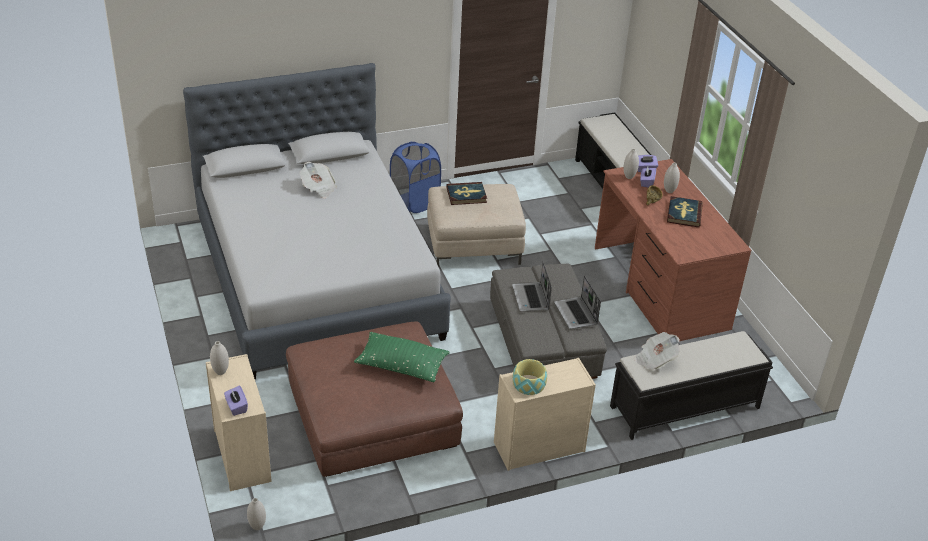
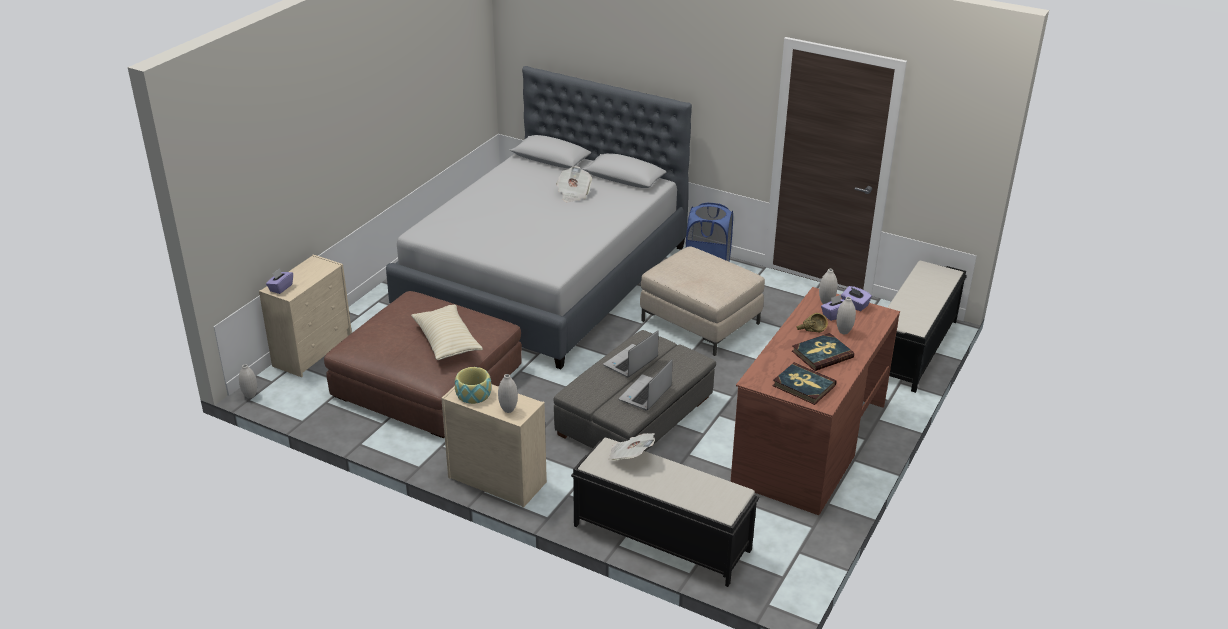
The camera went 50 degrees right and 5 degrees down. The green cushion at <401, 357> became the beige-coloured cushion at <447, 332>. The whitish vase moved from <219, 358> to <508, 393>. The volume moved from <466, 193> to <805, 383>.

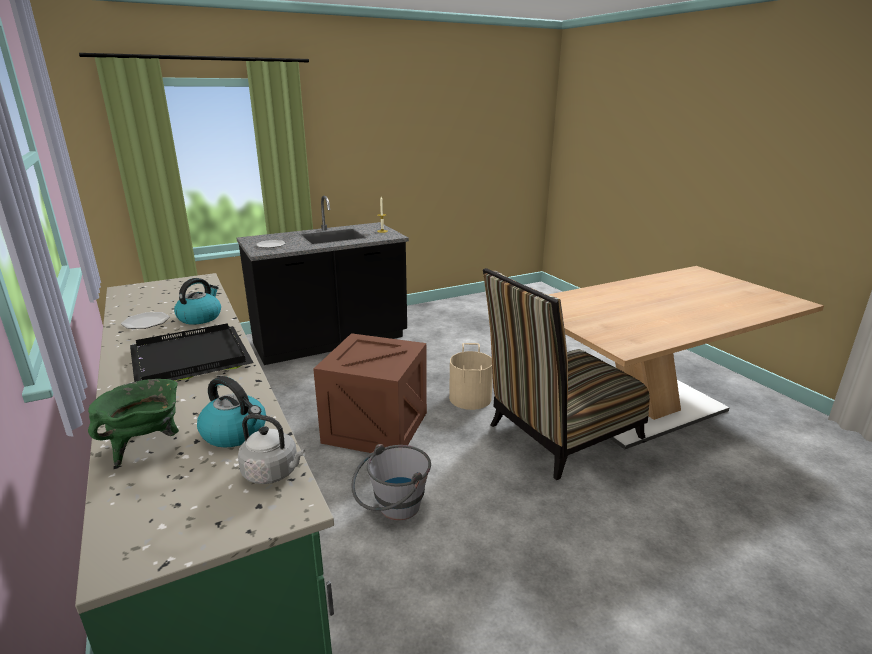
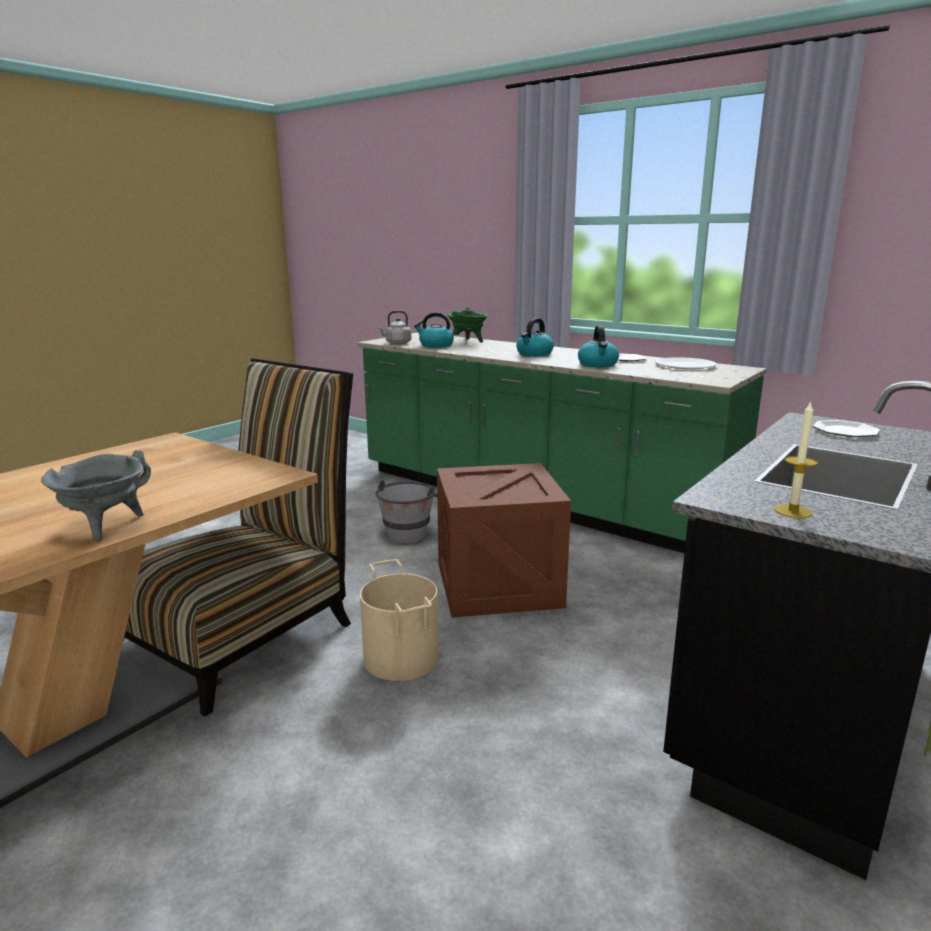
The camera went 155 degrees right and 5 degrees down. The greyish cooking pot at <96, 495> appeared. The black-coloured tray at <192, 352> was replaced by the water kettle at <535, 337>. The whitish dinner plate at <685, 363> appeared.

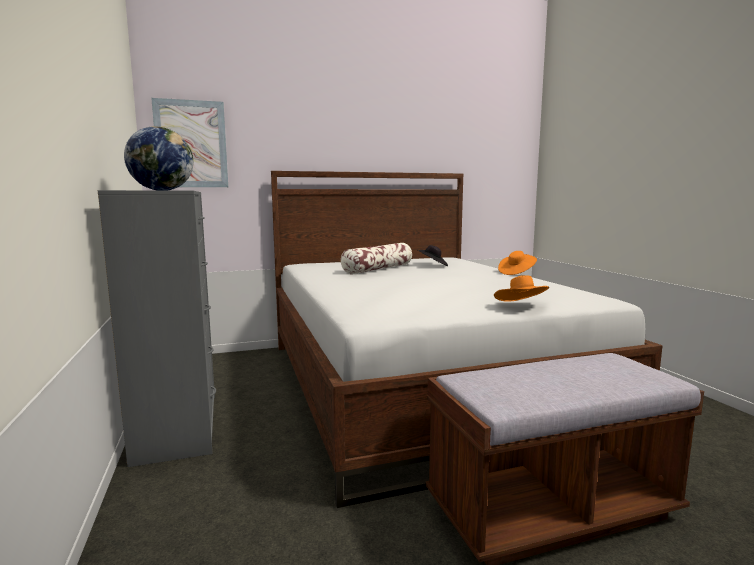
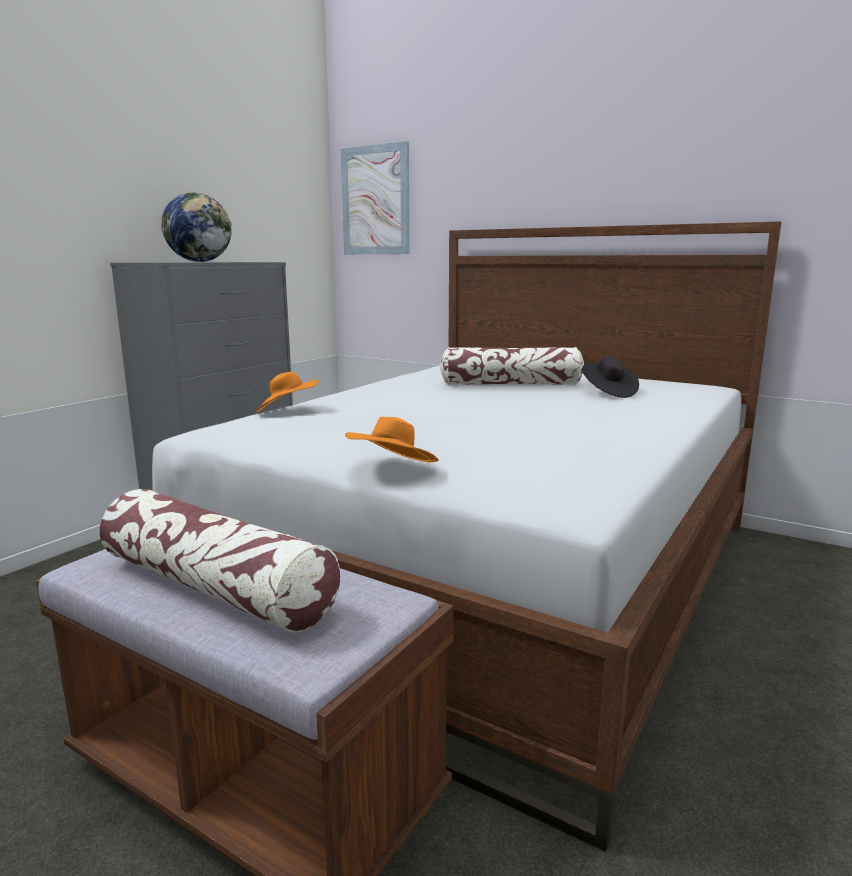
The camera went 50 degrees right and 5 degrees up. The cushion at <220, 561> appeared. The orange-coloured clothing hat moved from <517, 263> to <287, 392>.

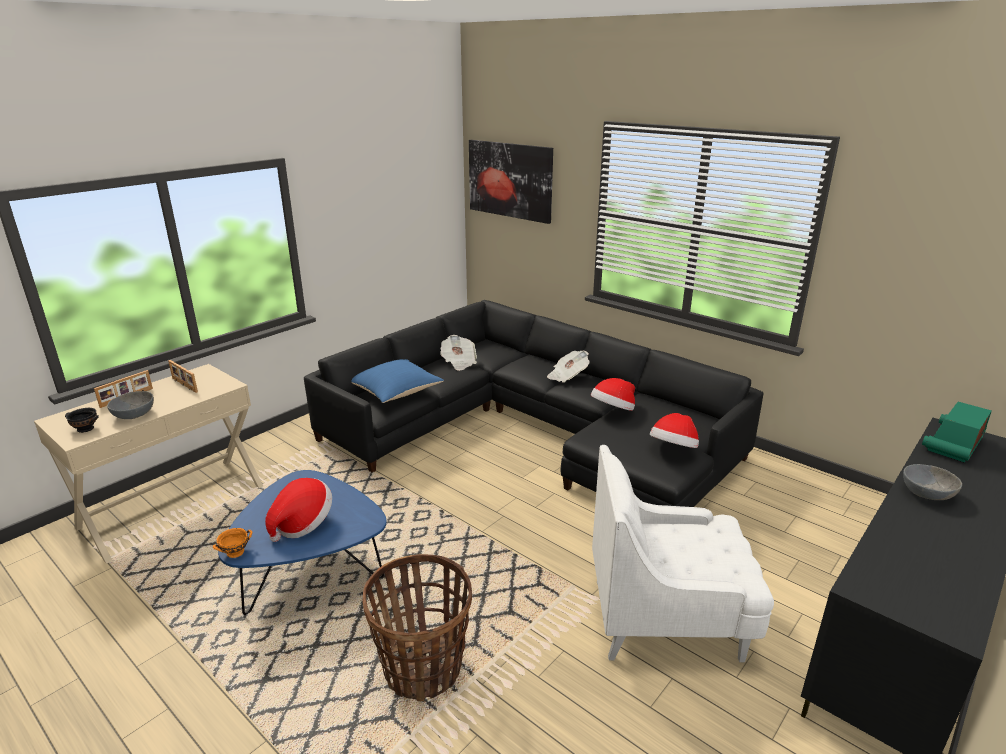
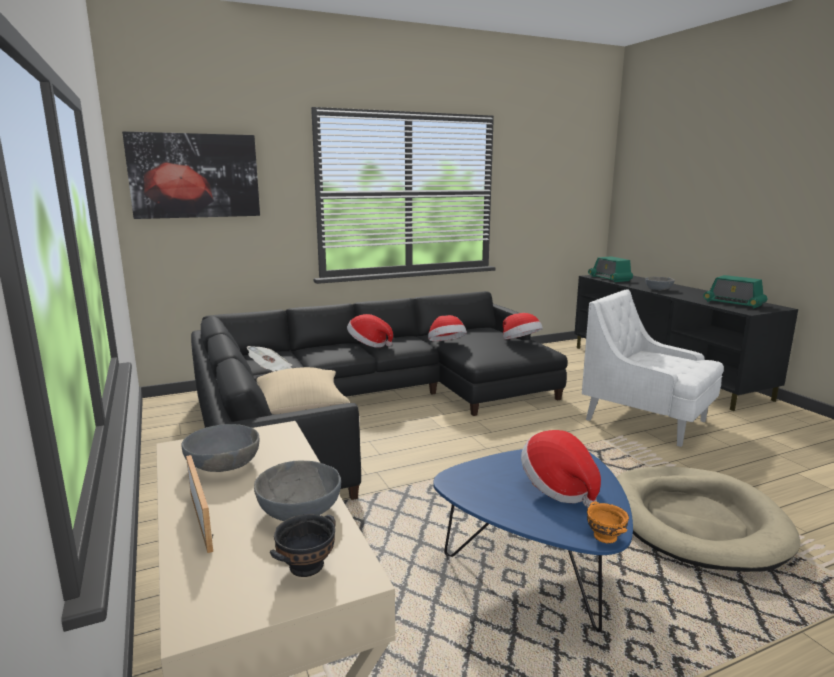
The camera went 65 degrees left and 10 degrees down. The standing frame at <183, 376> was replaced by the greyish serving bowl at <220, 448>. The blue-coloured cushion at <397, 381> became the beige-coloured cushion at <303, 390>. The daily paper at <568, 367> was replaced by the clothing hat at <370, 331>. The whitish armchair at <683, 553> turned 105 degrees clockwise. The household basket at <417, 627> was replaced by the beige-coloured pet bed at <708, 519>. The radio at <735, 292> appeared.

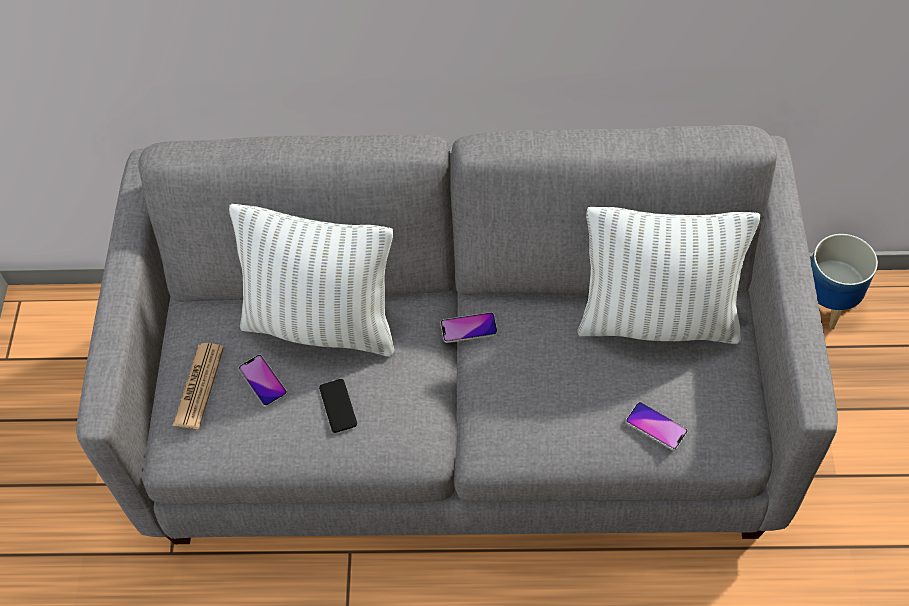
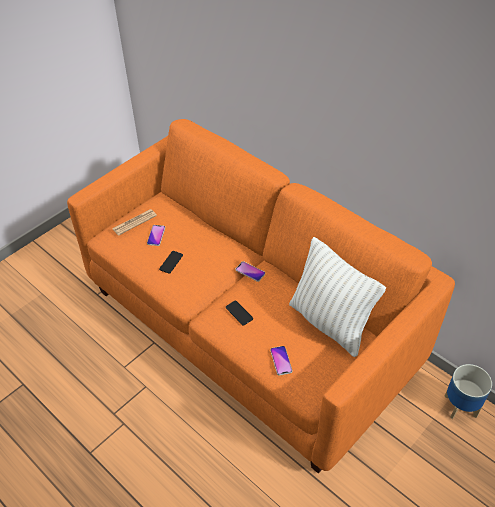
The camera went 40 degrees right and 10 degrees down. The greyish couch at <457, 334> became the orange-coloured couch at <261, 296>. The phone at <239, 313> appeared. The whitish cushion at <312, 280> disappeared.

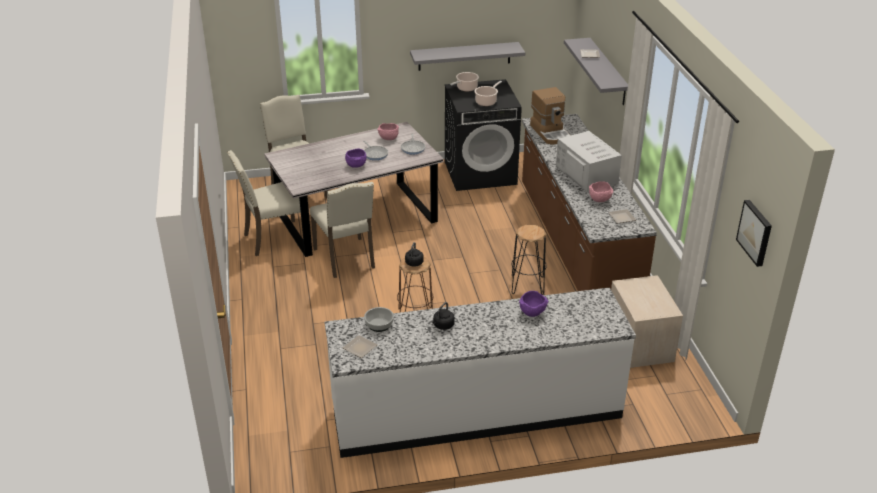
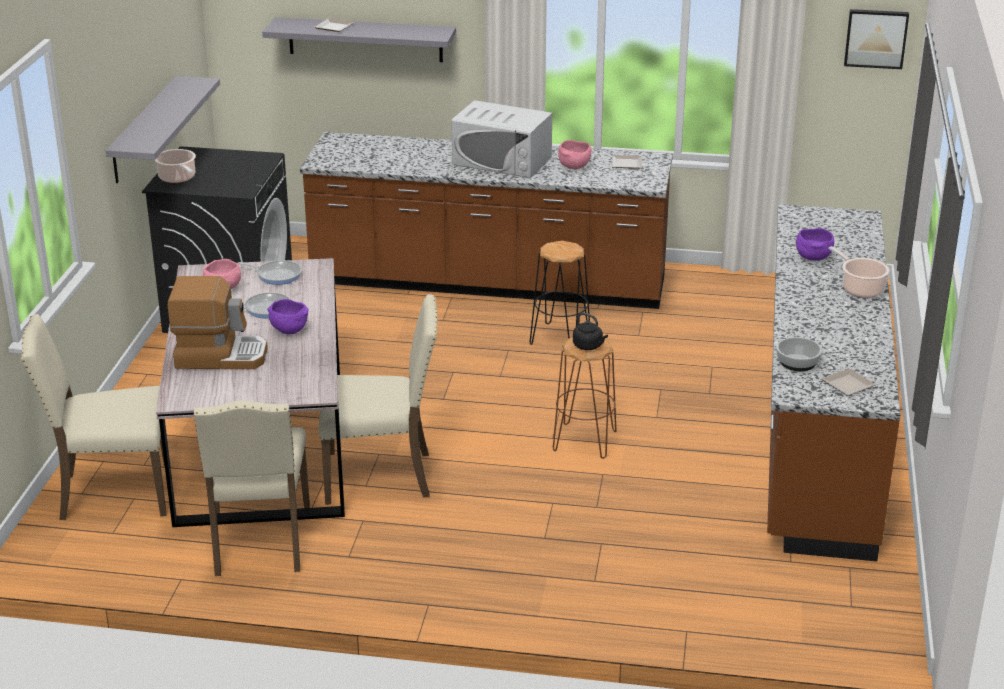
The camera went 70 degrees left and 5 degrees down. The coffee machine moved from <550, 116> to <218, 322>. The whitish microwave at <589, 161> turned 150 degrees counterclockwise. The whitish kitchen counter at <480, 373> became the brown-coloured kitchen counter at <834, 382>. The cooking pot moved from <488, 93> to <859, 272>. The black-coloured water kettle at <443, 316> disappeared. The beige-coloured nightstand at <647, 321> disappeared.

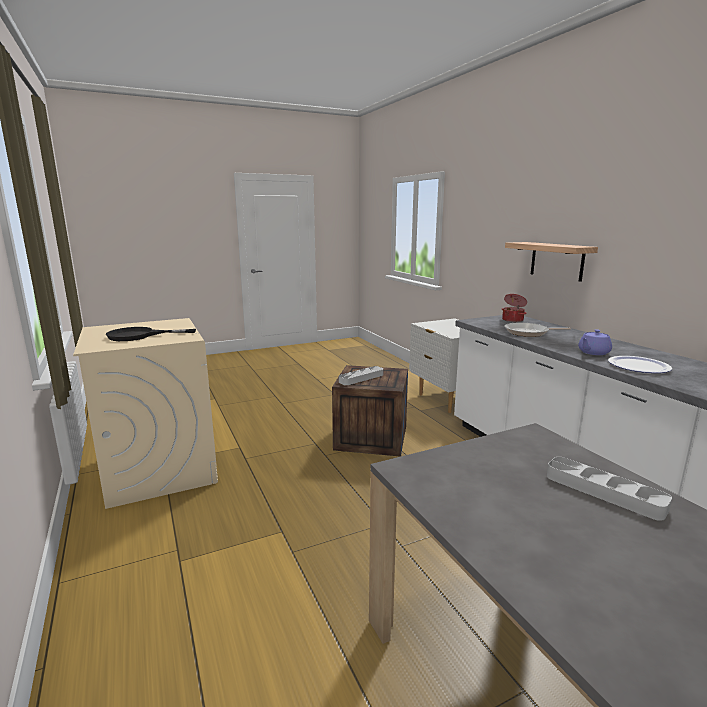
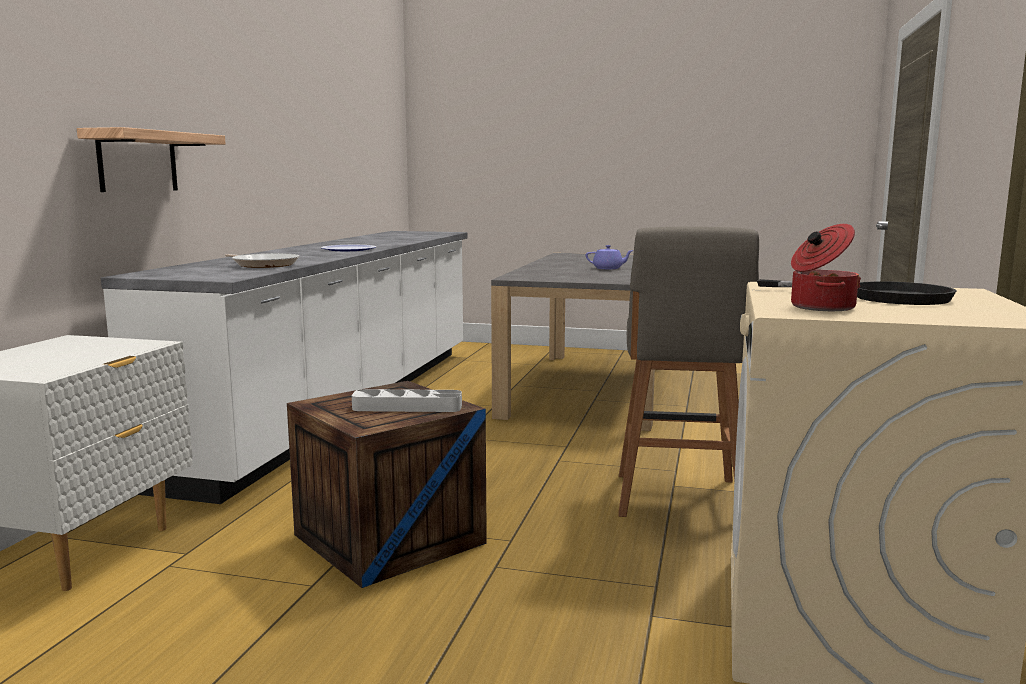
The camera went 140 degrees left and 5 degrees down. The purplish tea pot moved from <595, 342> to <610, 257>. The greyish sitting stool at <688, 372> appeared. The cooking pot moved from <514, 308> to <826, 267>. The greyish tray at <609, 489> disappeared.

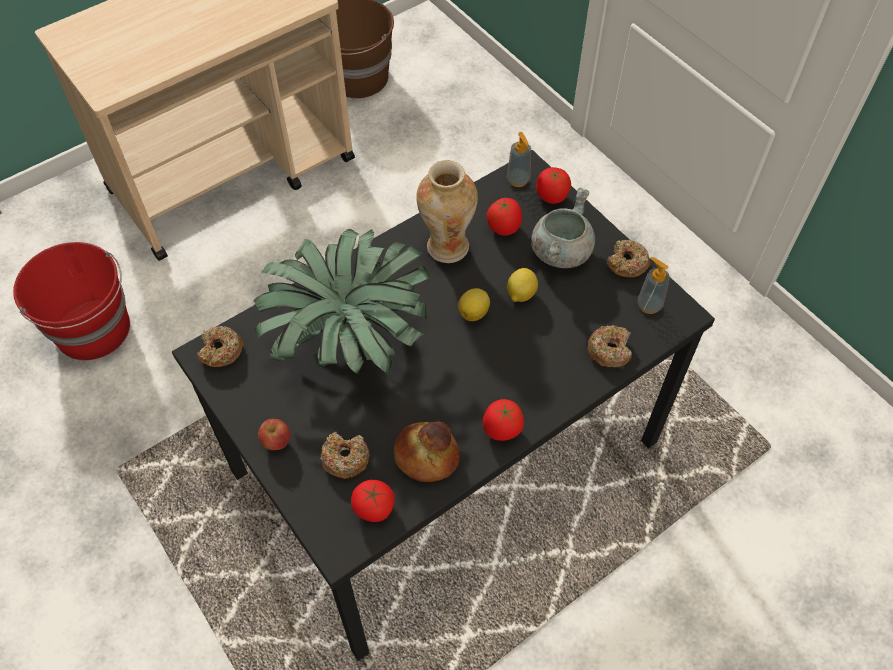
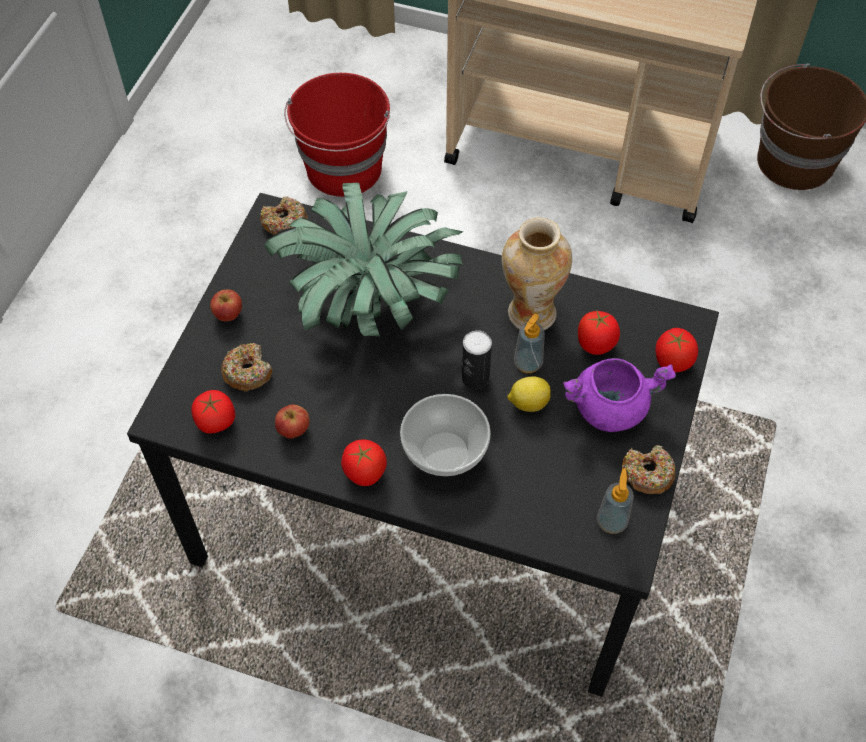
The camera went 55 degrees right and 0 degrees up. The bakery bread at <427, 451> was replaced by the apple at <292, 422>. The serving bowl at <445, 435> appeared. The citrus fruit at <474, 304> was replaced by the can at <476, 359>. The soap dispenser moved from <519, 159> to <529, 343>. The greyish cooking pot at <563, 227> became the purplish cooking pot at <619, 395>. The donut at <610, 346> disappeared.

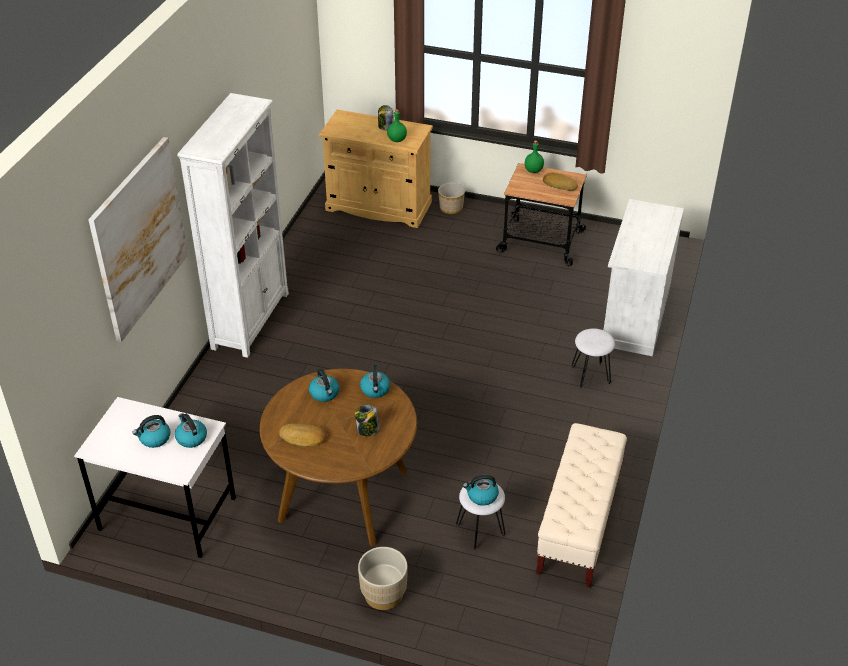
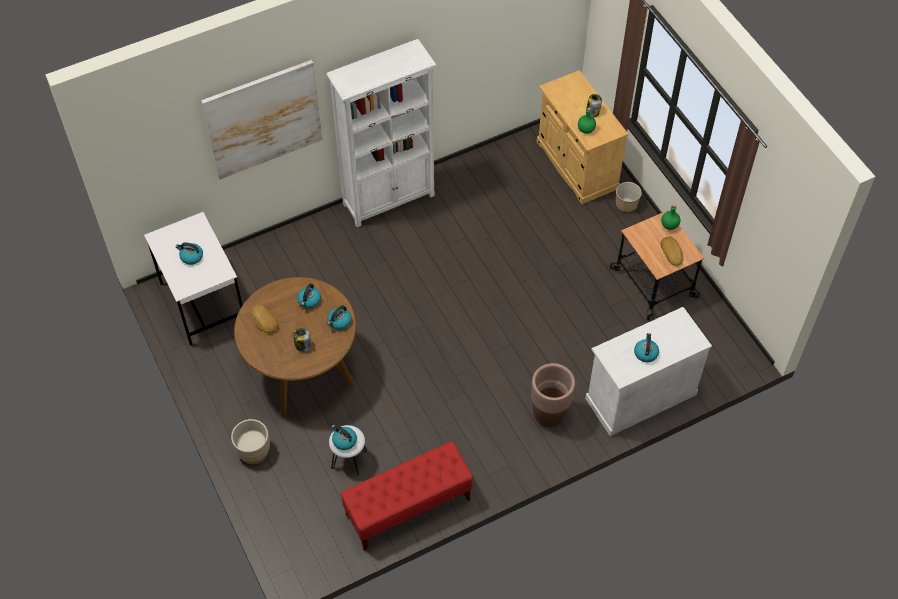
The camera went 45 degrees right and 15 degrees up. The beige-coloured indoor bench at <581, 505> became the reddish indoor bench at <406, 495>. The whitish sitting stool at <593, 358> was replaced by the brown-coloured flower pot at <553, 395>. The water kettle moved from <191, 430> to <646, 347>.

